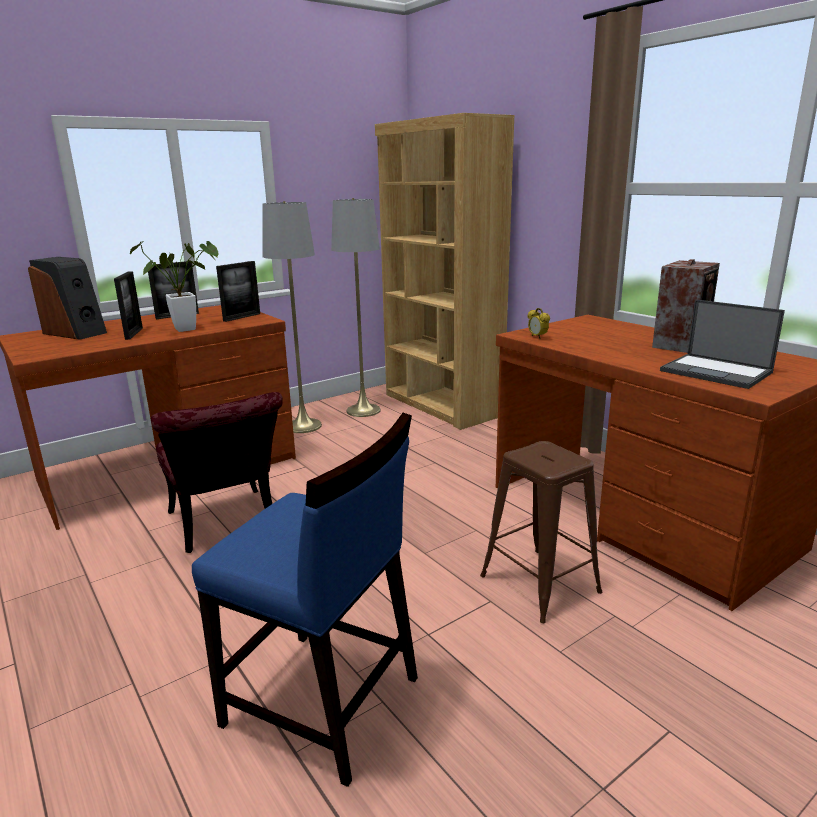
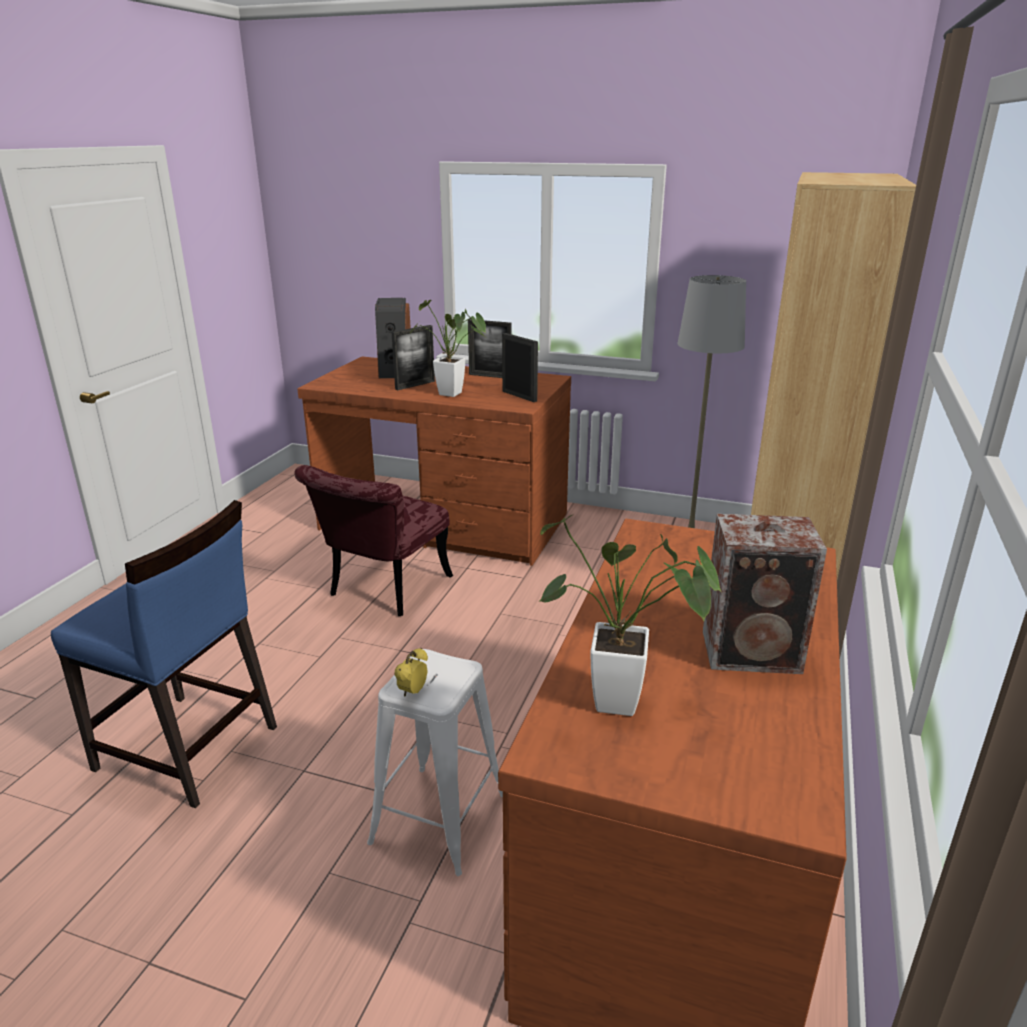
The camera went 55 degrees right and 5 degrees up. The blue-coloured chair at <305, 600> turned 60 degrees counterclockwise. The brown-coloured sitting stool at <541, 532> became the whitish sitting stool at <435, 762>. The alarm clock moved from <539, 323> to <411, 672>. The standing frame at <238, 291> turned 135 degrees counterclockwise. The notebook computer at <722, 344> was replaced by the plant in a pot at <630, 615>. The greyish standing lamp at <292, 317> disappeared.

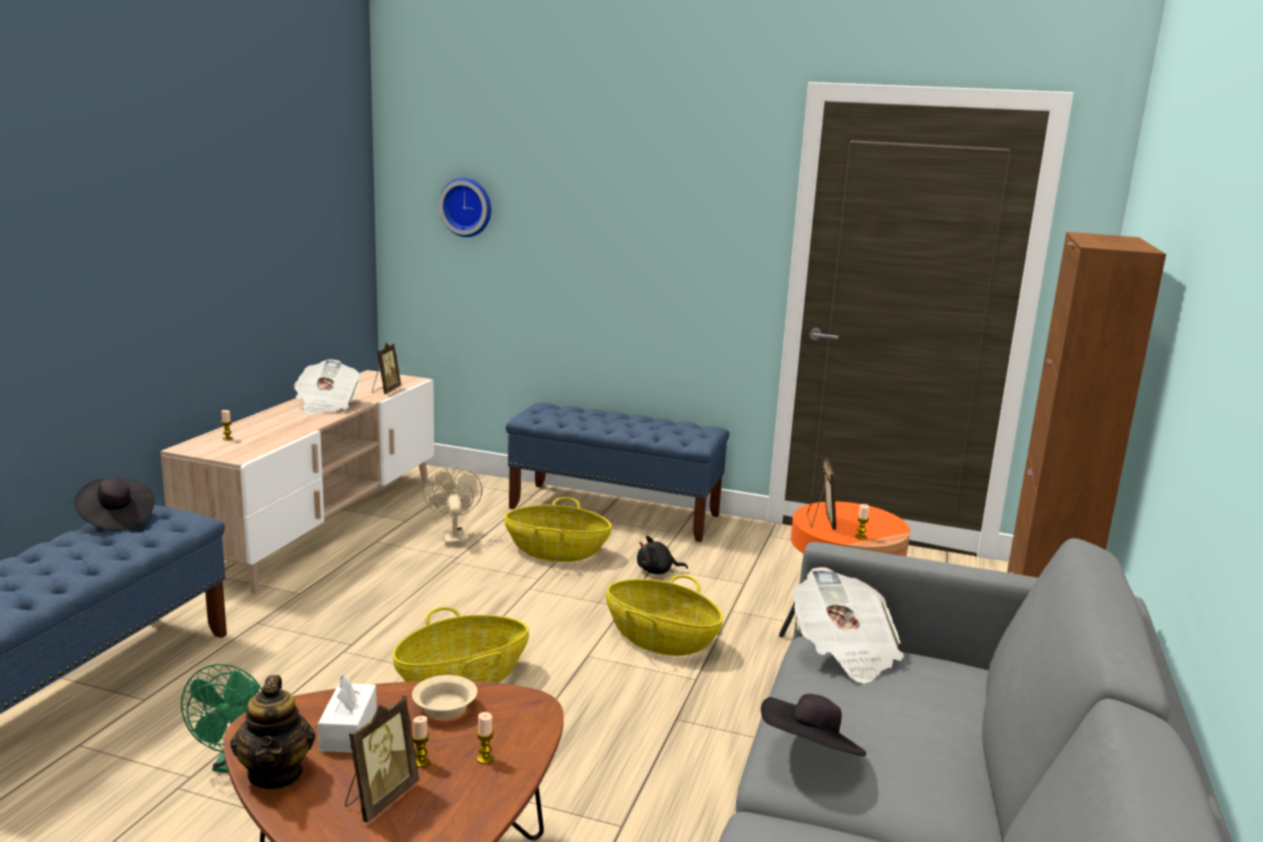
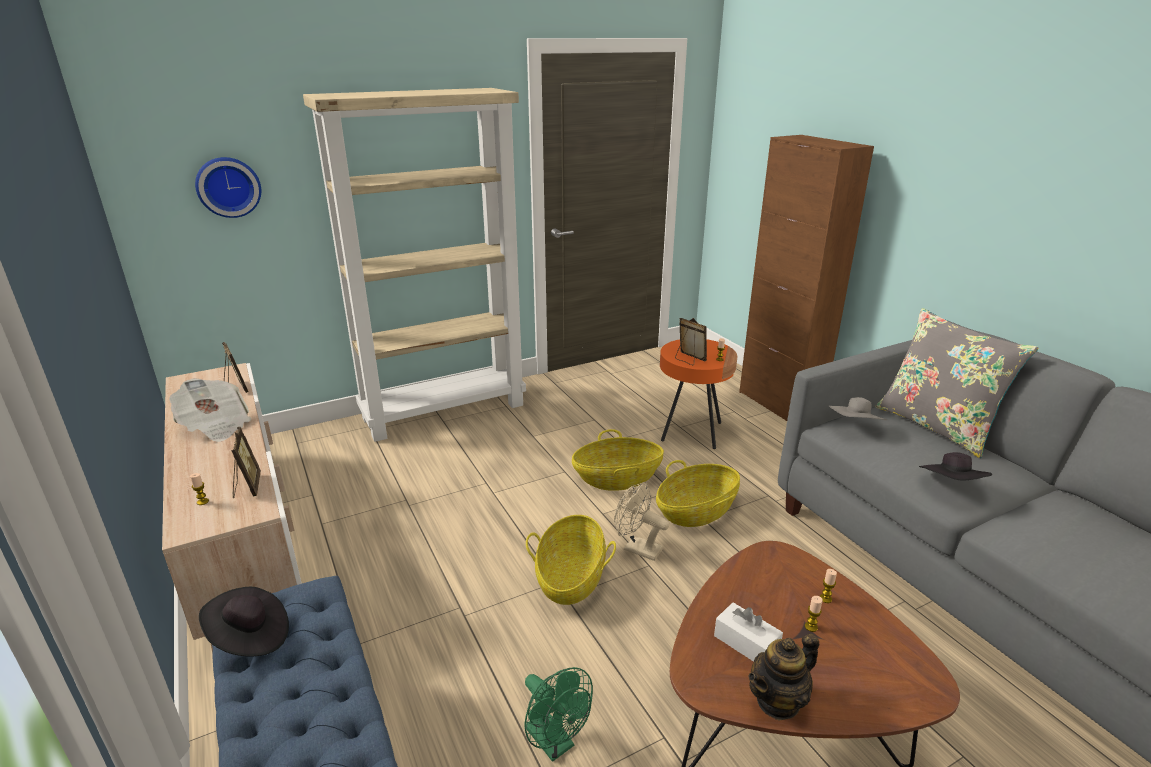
The camera went 45 degrees left and 10 degrees up. The standing frame moved from <382, 759> to <246, 462>. The blue-coloured indoor bench at <617, 472> was replaced by the beige-coloured bookshelf at <414, 265>. The beige-coloured electric fan moved from <453, 506> to <641, 521>. The household basket moved from <558, 529> to <698, 493>. The tea pot at <272, 732> turned 120 degrees clockwise. The daily paper at <848, 625> was replaced by the greyish clothing hat at <858, 408>. The greyish cushion at <957, 383> appeared. The beige-coloured serving bowl at <444, 697> disappeared. The black-coloured plush toy at <662, 555> disappeared.

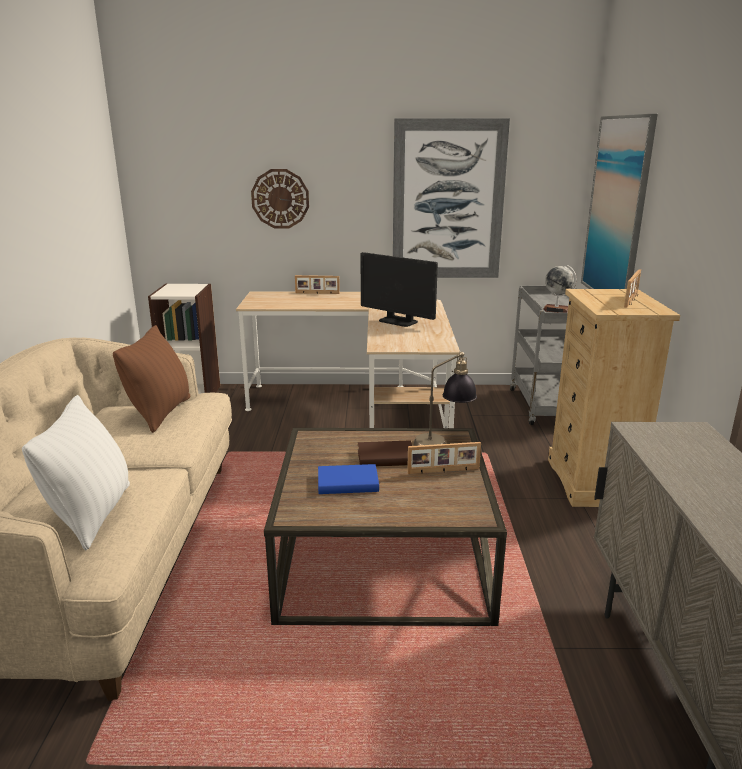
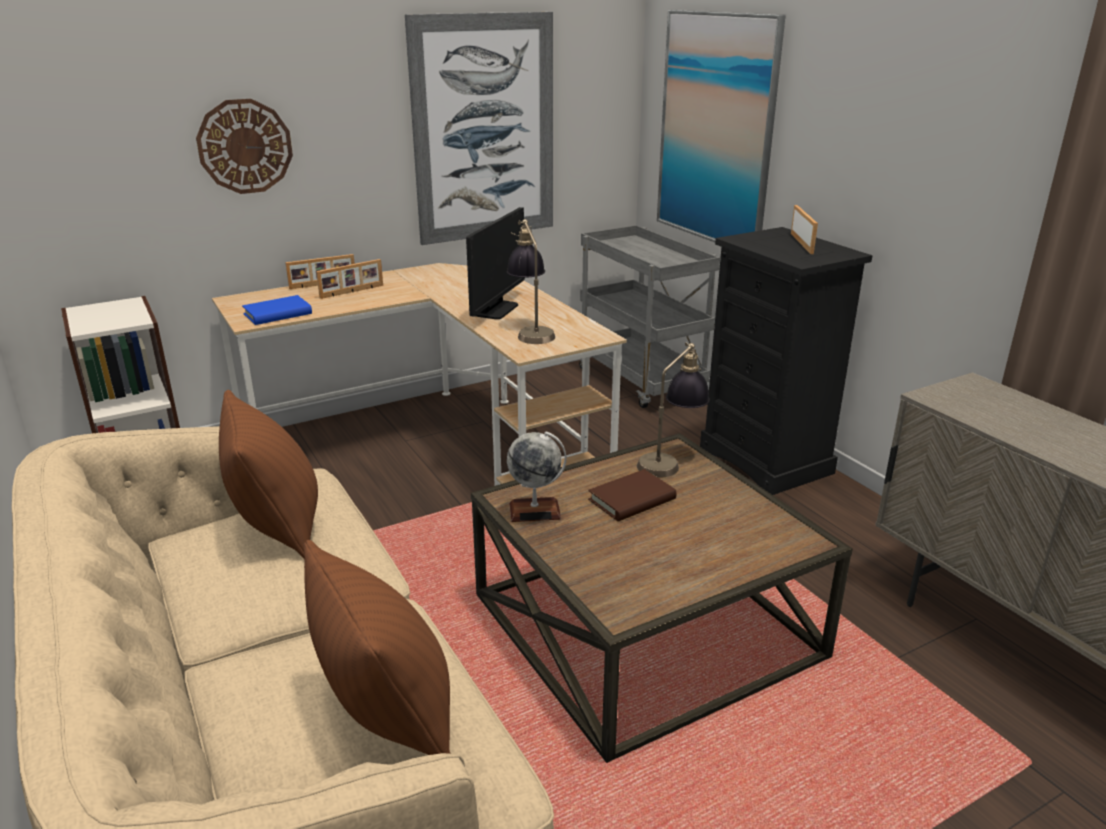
The camera went 30 degrees left and 5 degrees up. The blue-coloured volume moved from <348, 479> to <277, 310>. The whitish cushion at <76, 472> became the brown-coloured cushion at <377, 647>. The standing frame moved from <444, 458> to <349, 279>. The computer screen at <399, 289> turned 75 degrees counterclockwise. The tabletop lamp at <531, 281> appeared. The desk globe moved from <560, 289> to <537, 476>. The beige-coloured drawer chest at <614, 398> became the black-coloured drawer chest at <786, 361>.

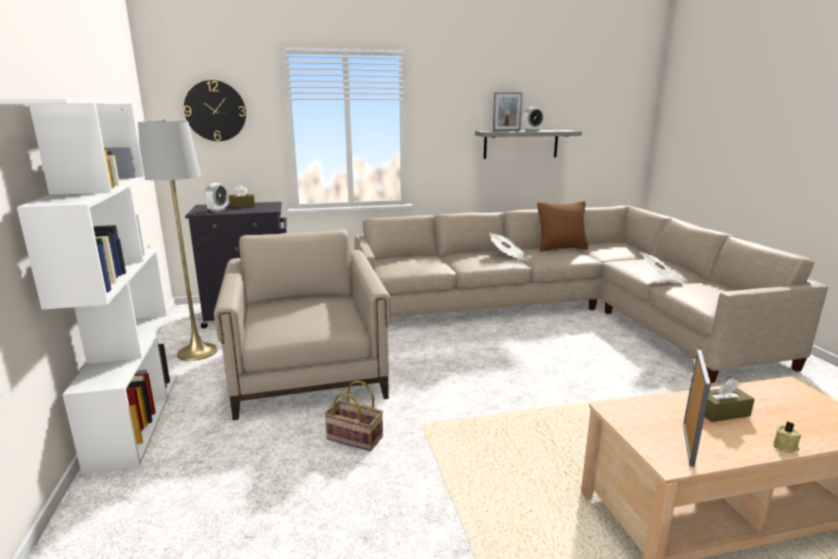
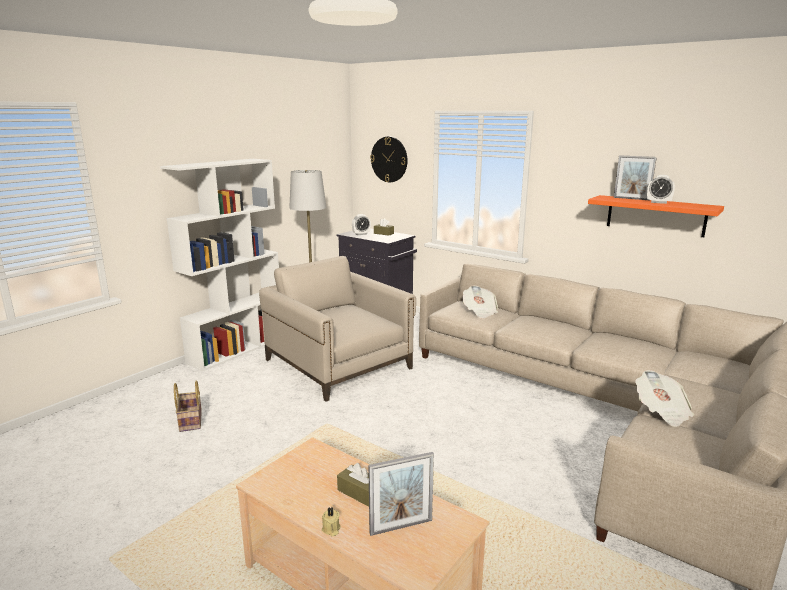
The camera went 50 degrees right and 0 degrees up. The household basket moved from <353, 416> to <188, 406>. The beige-coloured armchair at <302, 325> turned 75 degrees counterclockwise. The standing frame moved from <697, 408> to <401, 494>. The daily paper moved from <507, 247> to <480, 301>. The greyish bracket shelf at <528, 144> became the orange-coloured bracket shelf at <656, 216>. The brown-coloured cushion at <563, 226> disappeared.

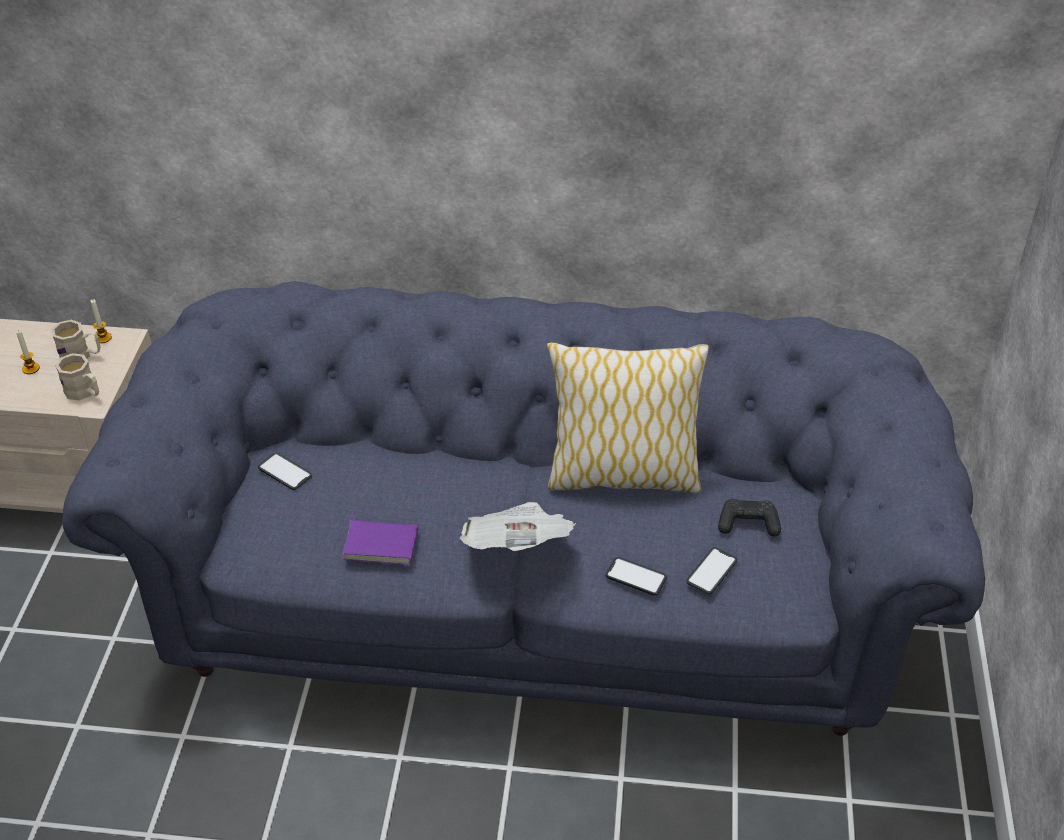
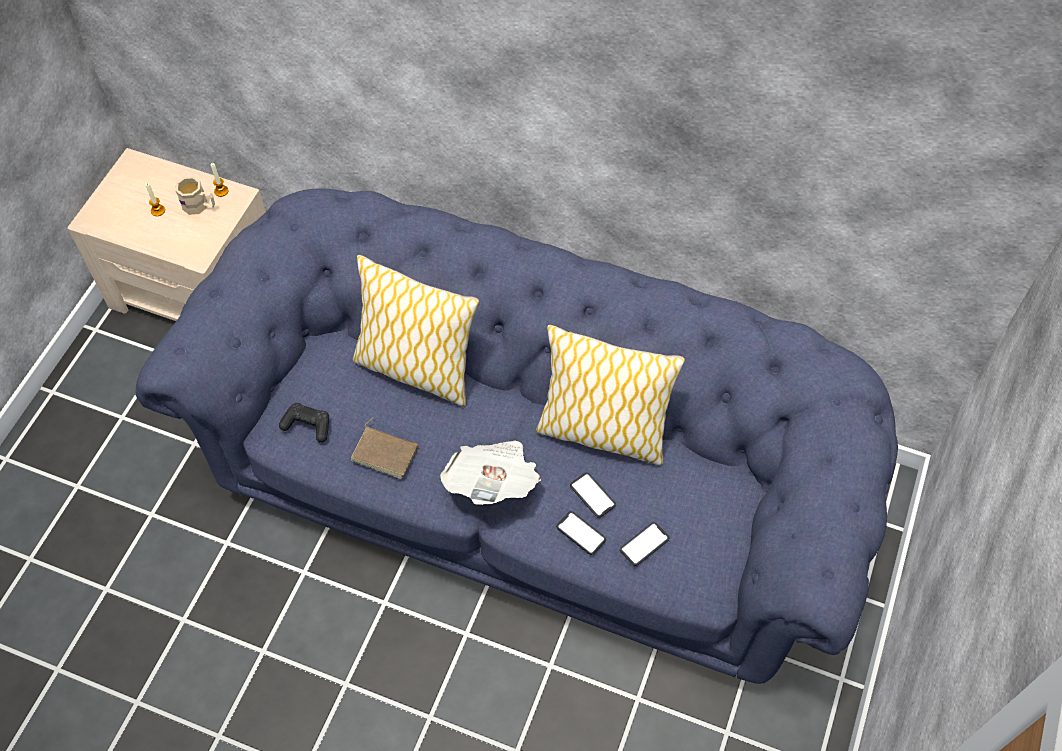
The camera went 15 degrees right and 15 degrees up. The black-coloured joypad moved from <749, 518> to <304, 423>. The purplish volume at <380, 537> became the brown-coloured volume at <384, 448>. The cushion at <416, 331> appeared. The phone moved from <285, 471> to <593, 495>. The beige-coloured tea mug at <77, 376> disappeared.

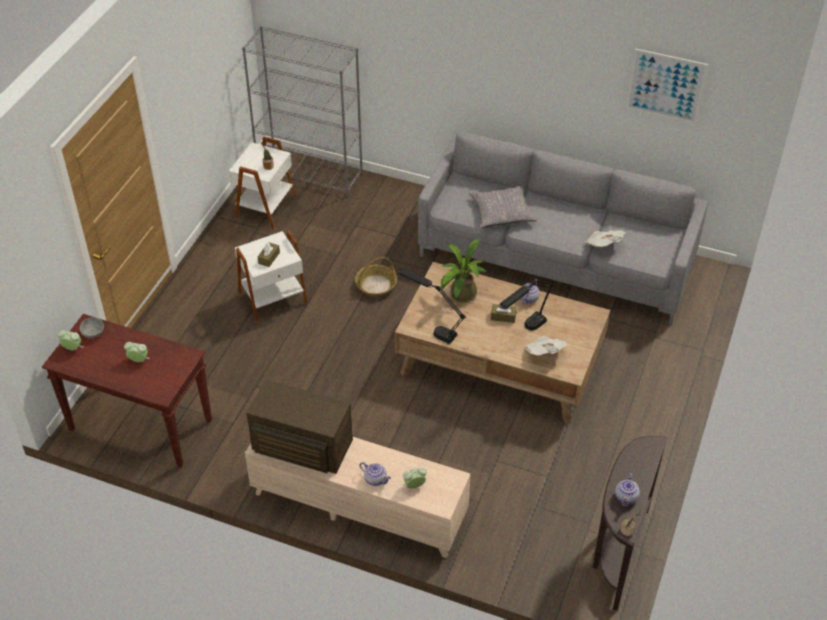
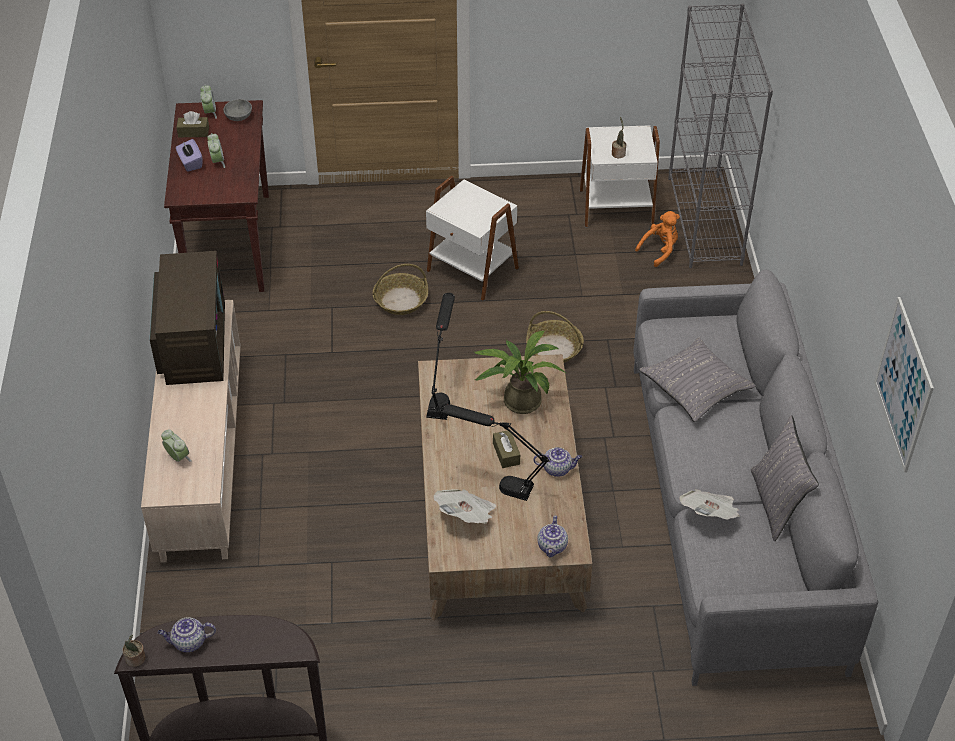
The camera went 65 degrees right and 0 degrees up. The brown-coloured tissue holder moved from <269, 254> to <192, 124>. The purplish tissue holder at <189, 155> appeared. The household basket at <400, 289> appeared. The tea pot moved from <375, 474> to <552, 536>. The orange-coloured plush toy at <657, 239> appeared. The greyish cushion at <785, 478> appeared.

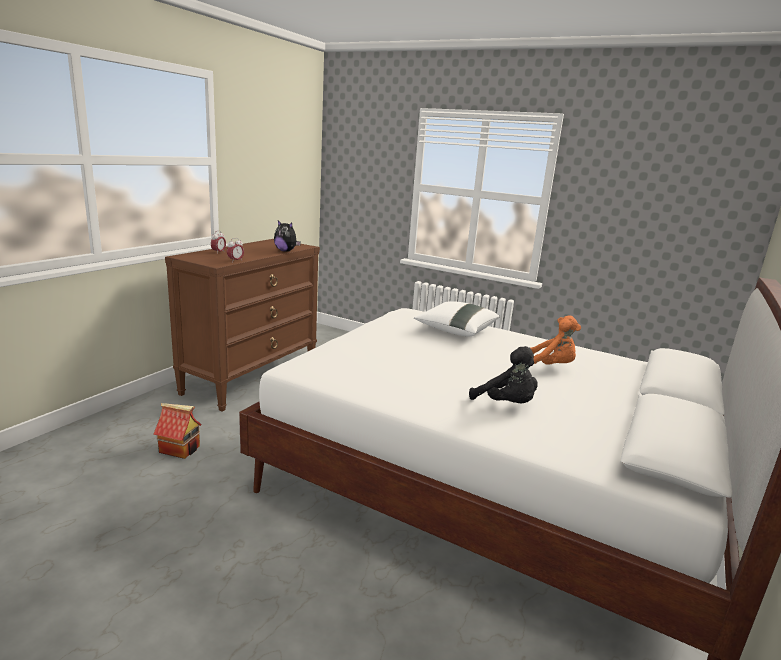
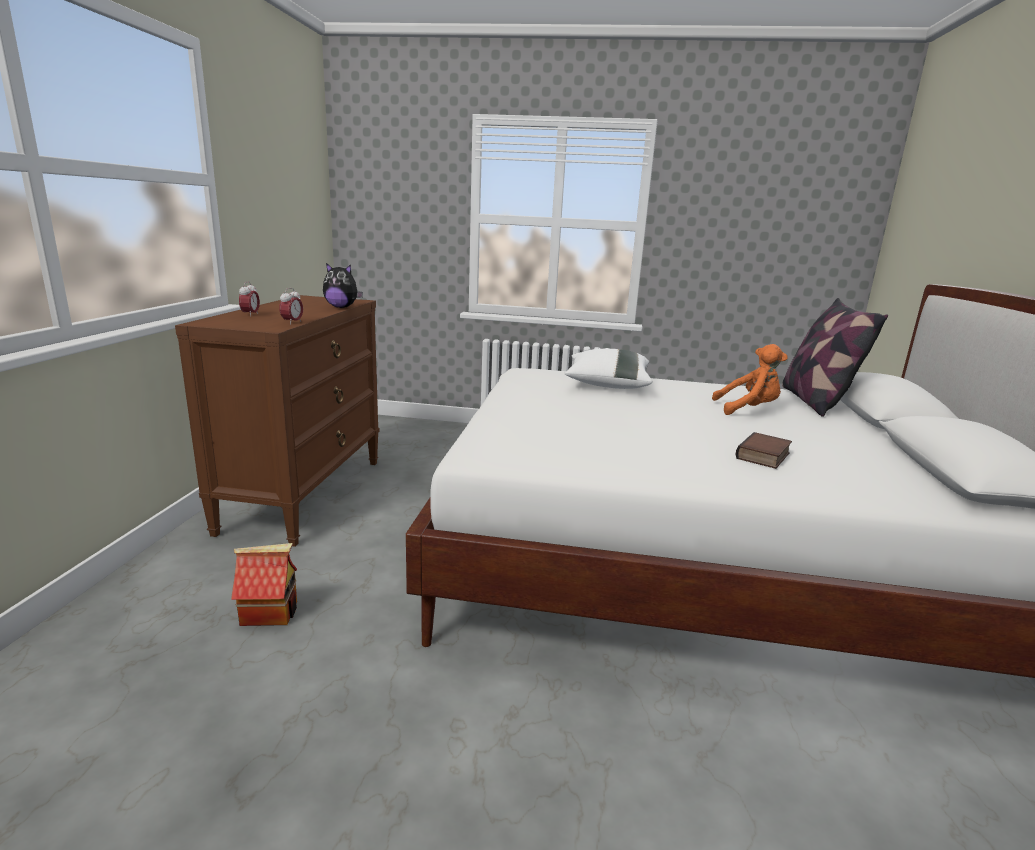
The camera went 20 degrees left and 0 degrees up. The black-coloured plush toy at <503, 374> was replaced by the volume at <764, 450>. The cushion at <835, 357> appeared.

